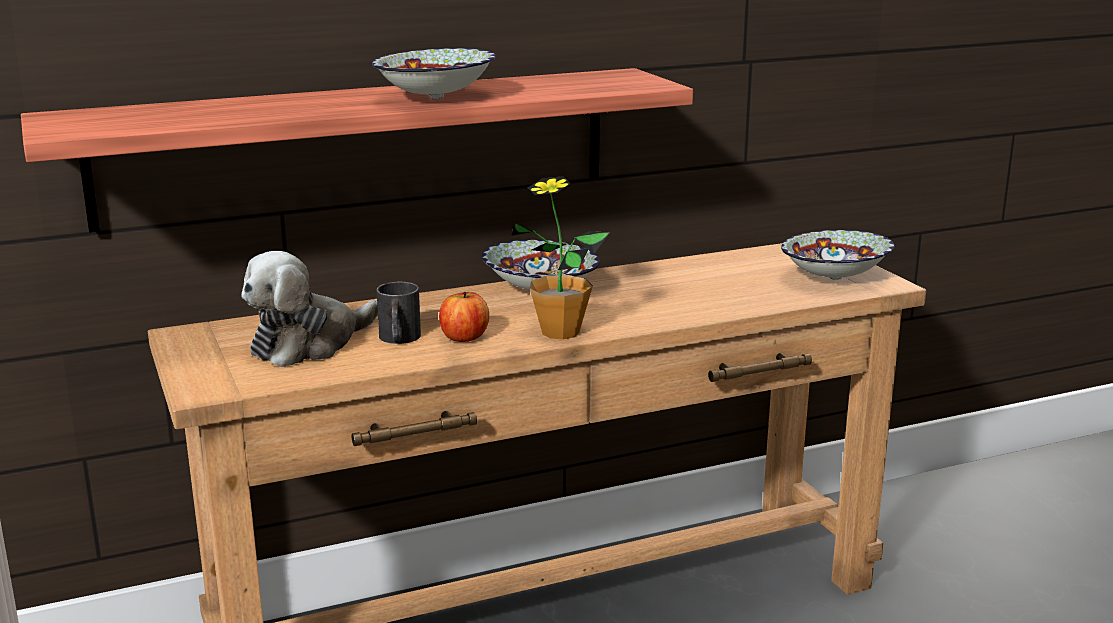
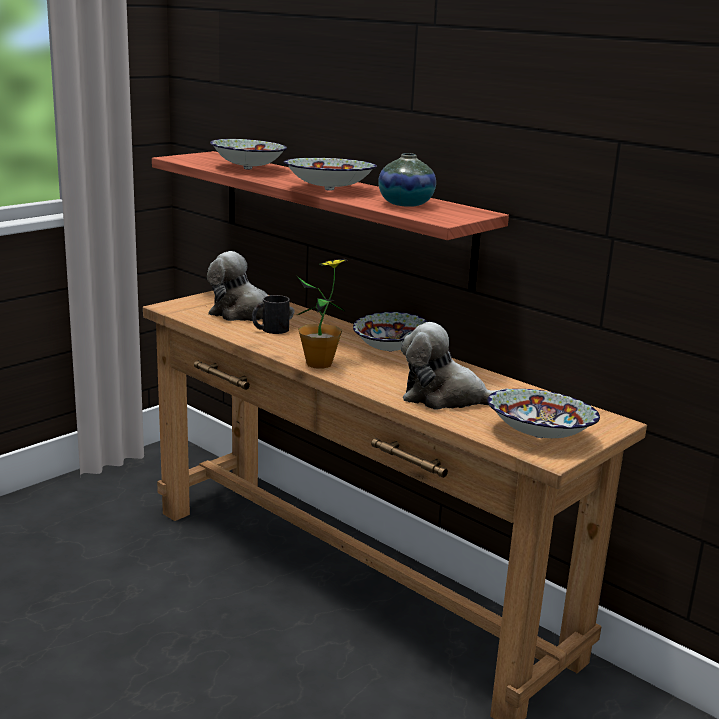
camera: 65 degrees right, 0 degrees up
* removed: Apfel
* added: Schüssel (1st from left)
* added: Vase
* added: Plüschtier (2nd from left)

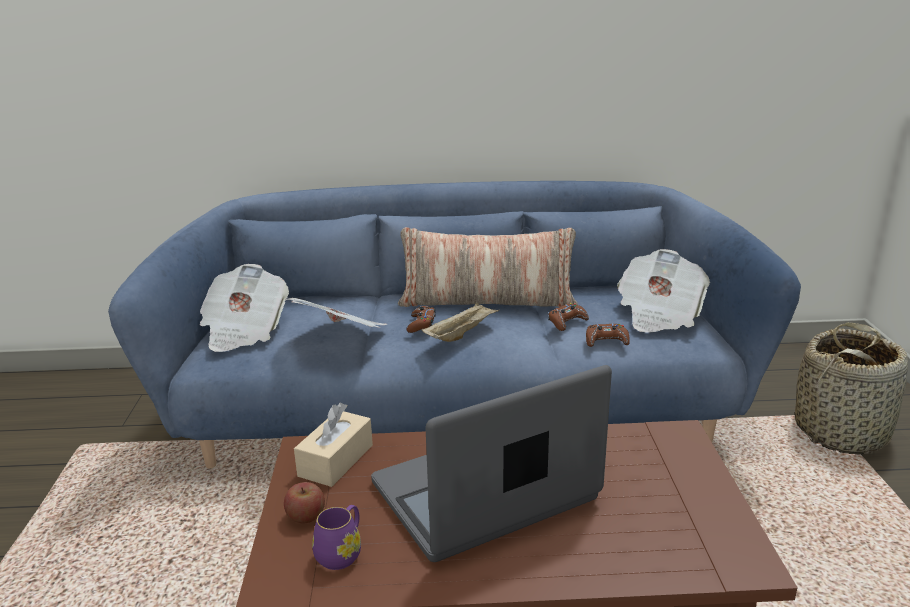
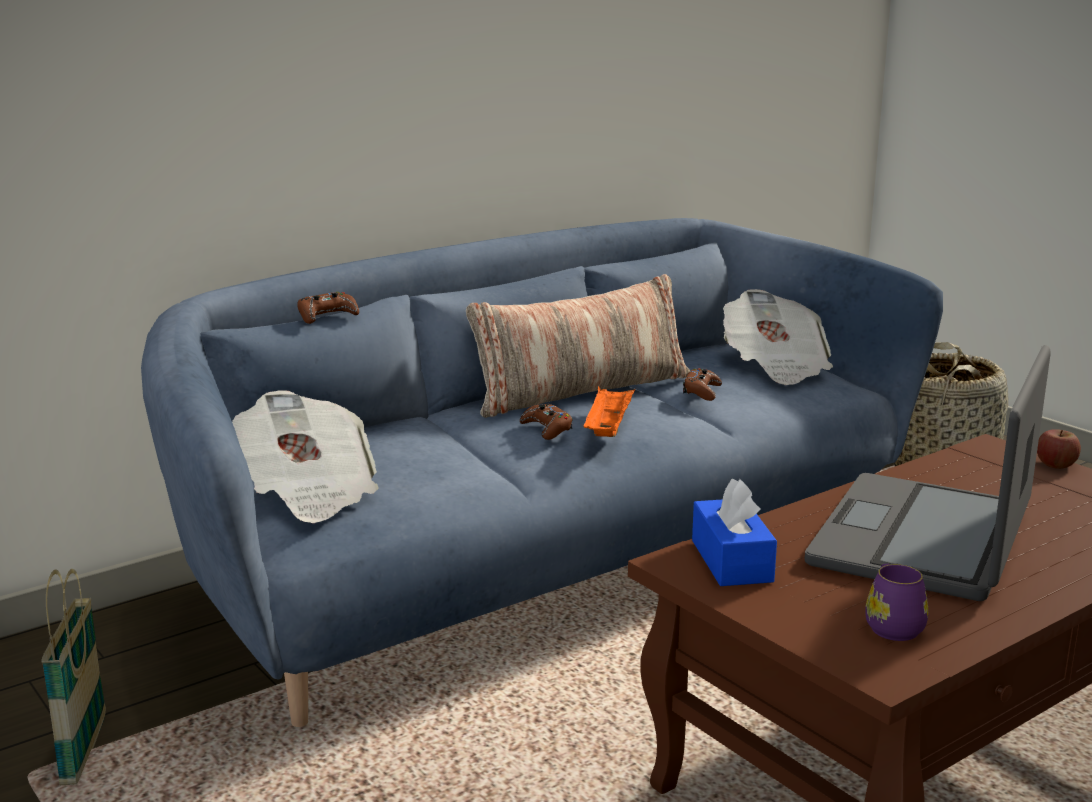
camera: 35 degrees left, 5 degrees down
* removed: Zeitung (2nd from left)
* recoloured: Tablett (beige) to Tablett (orange)
* moved: Gamepad (braun) (3rd from left in the first image) to Gamepad (braun) (1st from left)
* recoloured: Taschentuchbox (beige) to Taschentuchbox (blau)
* moved: Apfel
* added: Korb (1st from left)

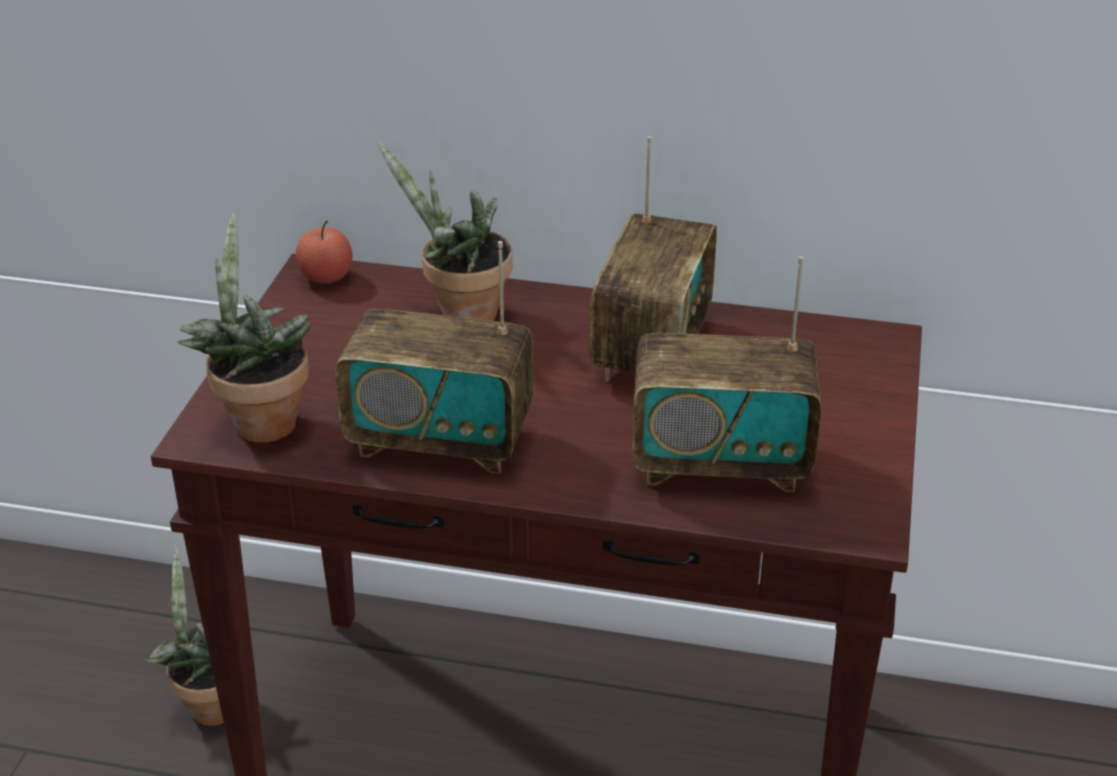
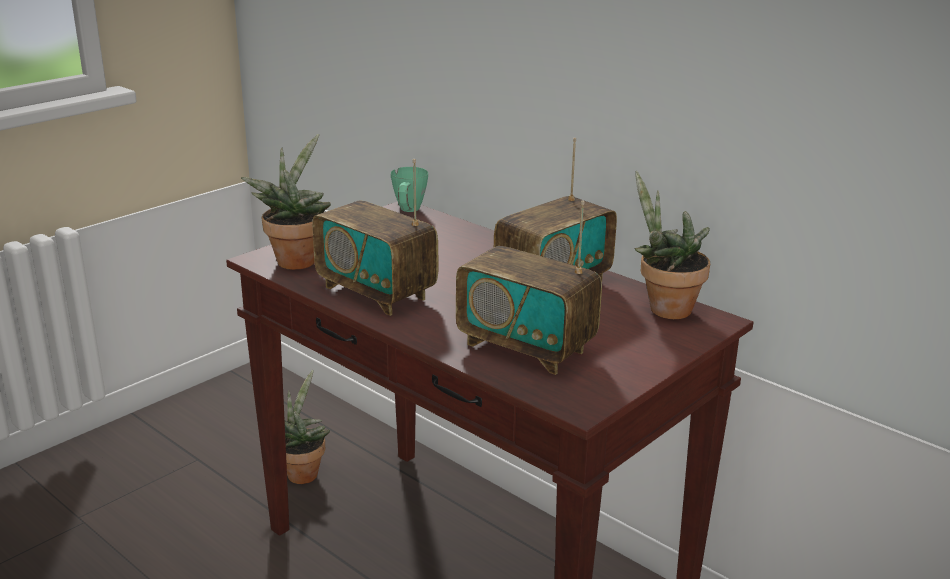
camera: 30 degrees right, 10 degrees down
* moved: Topfpflanze (3rd from left)
* replaced: Apfel to Henkelbecher (grün)

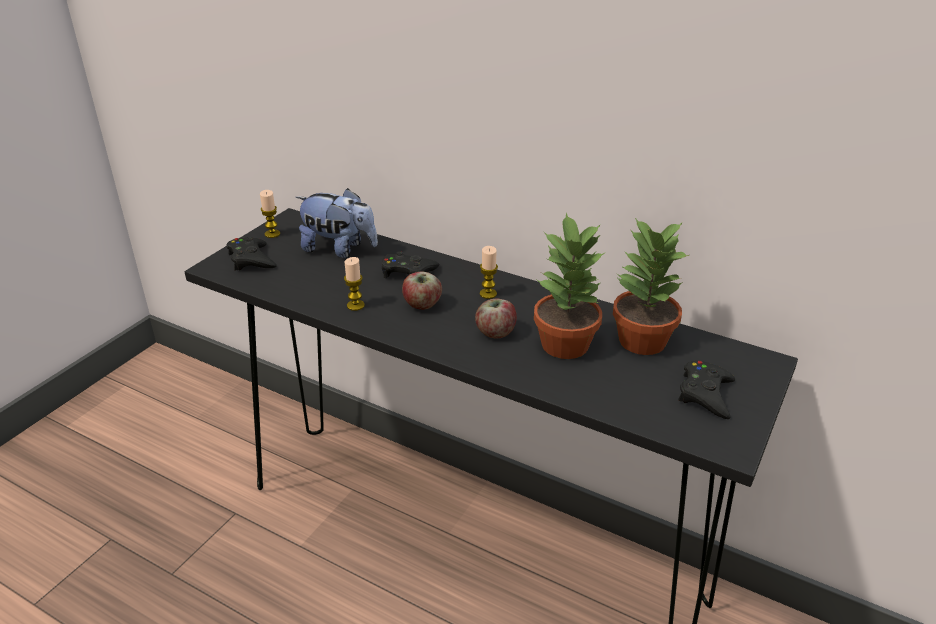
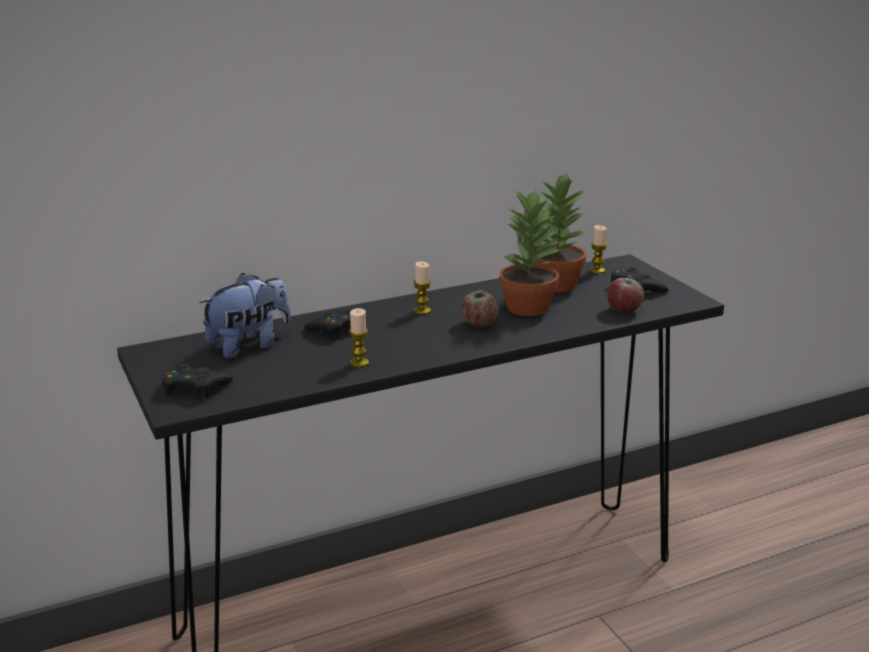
camera: 55 degrees left, 10 degrees down
* moved: Kerze (1st from left in the first image) to Kerze (3rd from left)
* moved: Apfel (1st from left in the first image) to Apfel (2nd from left)

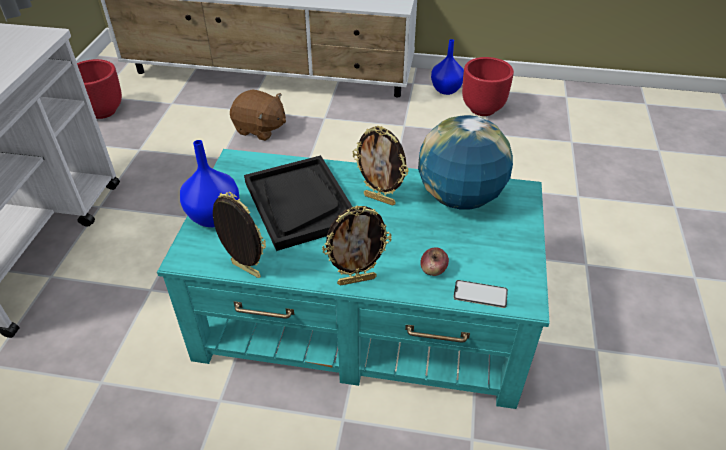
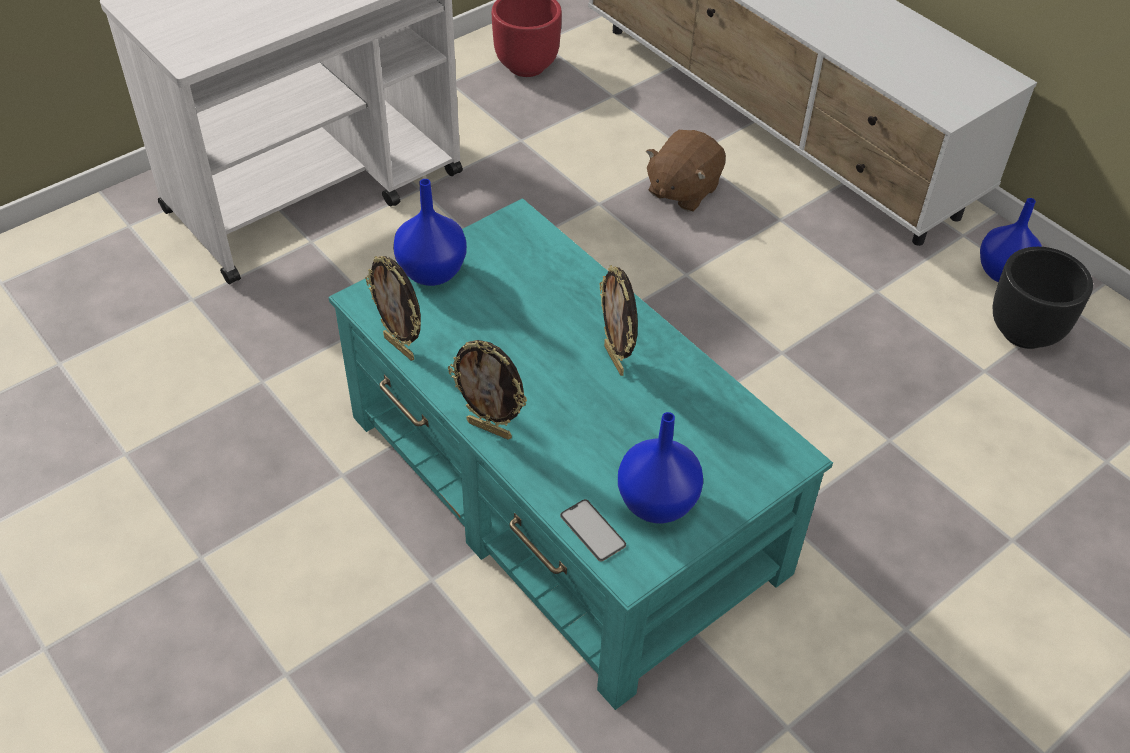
camera: 40 degrees right, 5 degrees up
* recoloured: Pflanzkübel (rot) (2nd from left) to Pflanzkübel (schwarz)
* turned: Plüschtier (braun) 60 degrees clockwise
* removed: Globus
* removed: Tablett (schwarz)
* turned: Bilderrahmen (1st from left) 150 degrees clockwise
* removed: Apfel
* added: Vase (blau) (2nd from left)

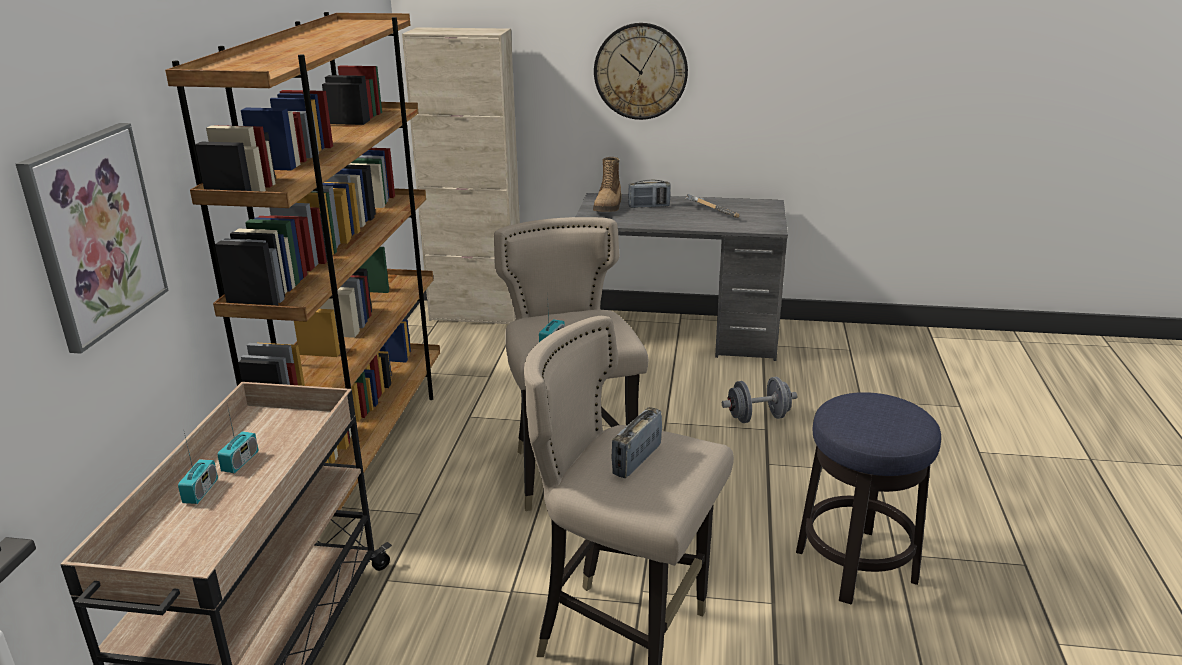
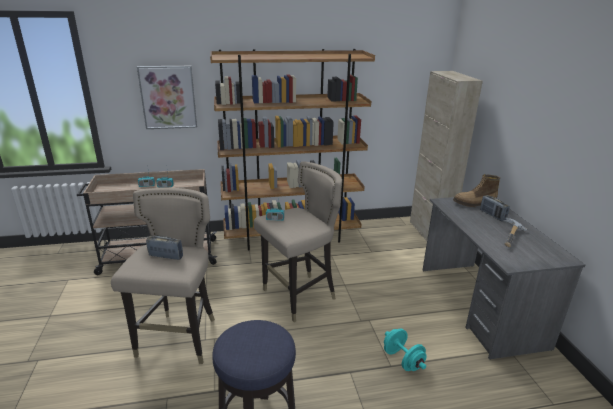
camera: 70 degrees right, 0 degrees up
* removed: Wanduhr
* recoloured: Hantel (grau) to Hantel (türkis)

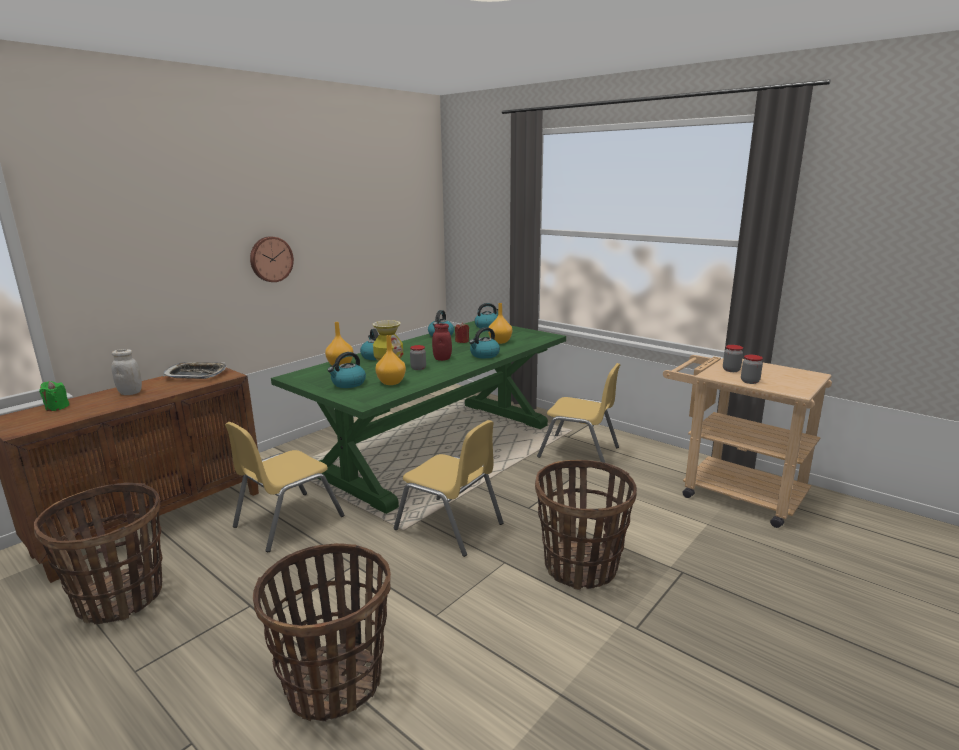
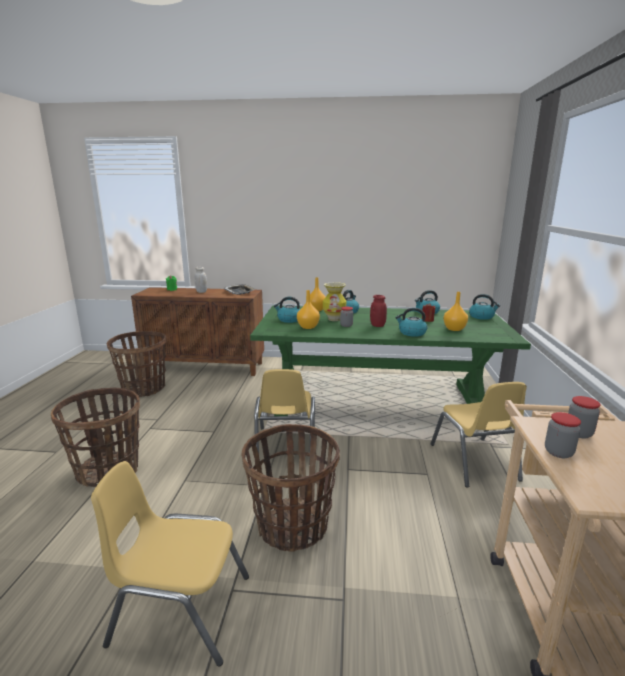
camera: 55 degrees right, 0 degrees up
* removed: Wanduhr
* moved: Stuhl (gelb) (1st from left)

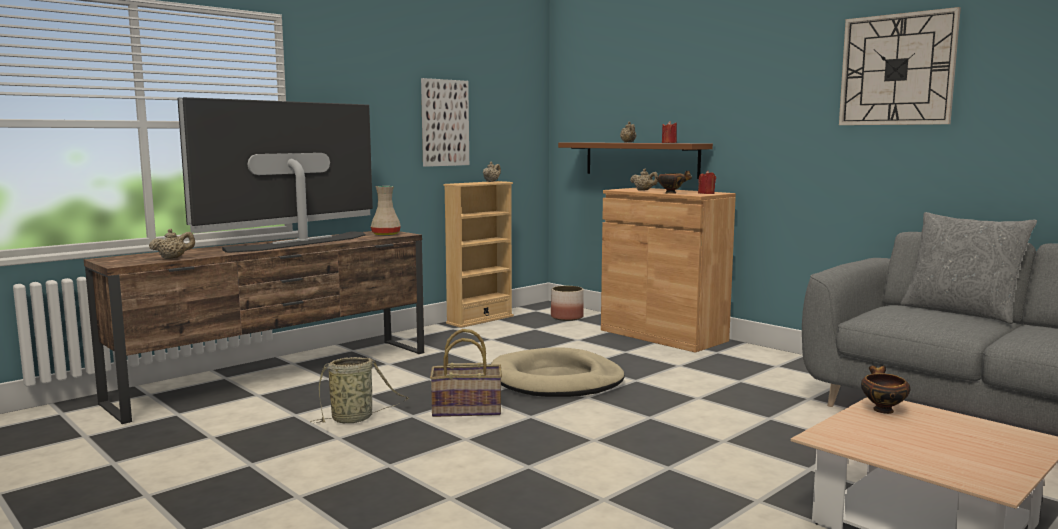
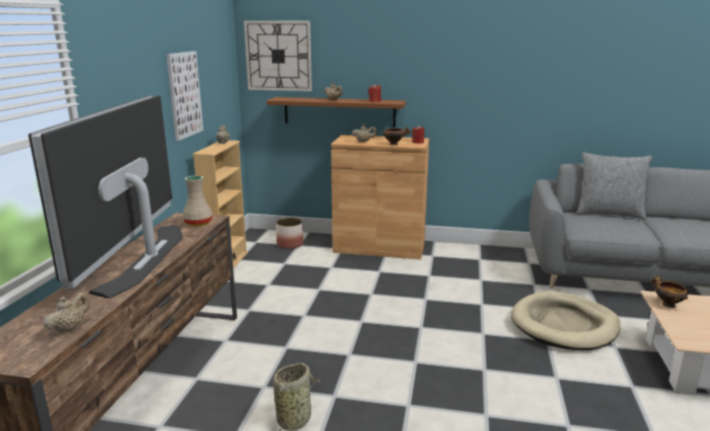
camera: 35 degrees left, 10 degrees up
* moved: Wanduhr
* removed: Korb (2nd from left)
* moved: Hundebett (beige)

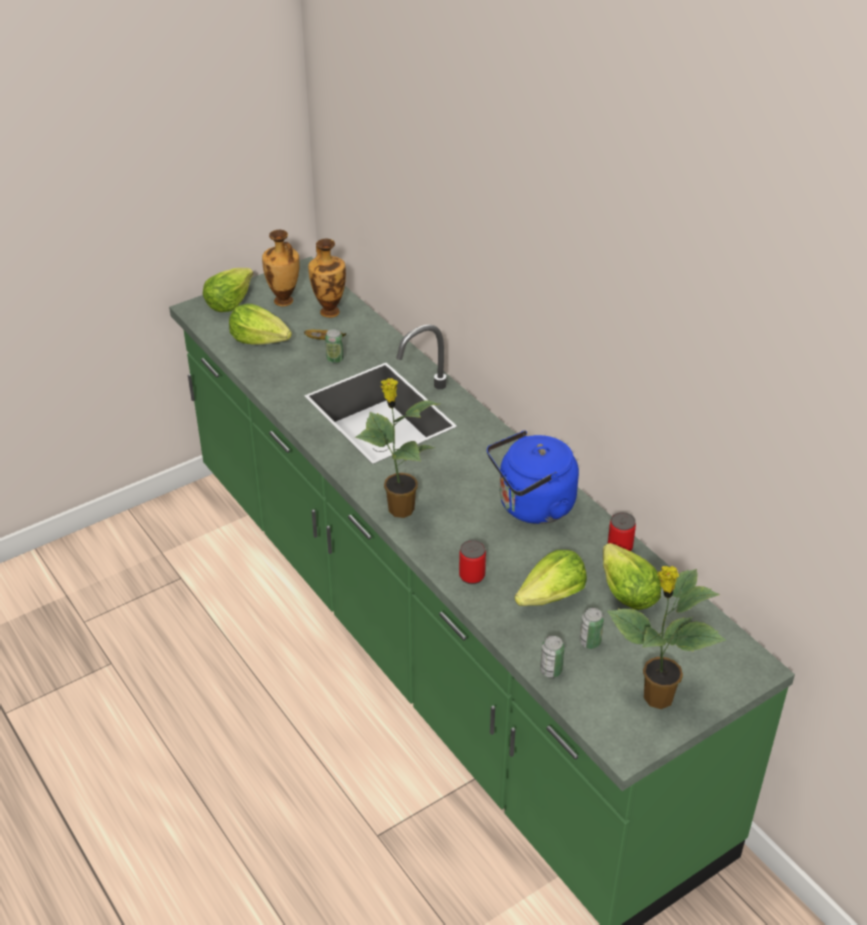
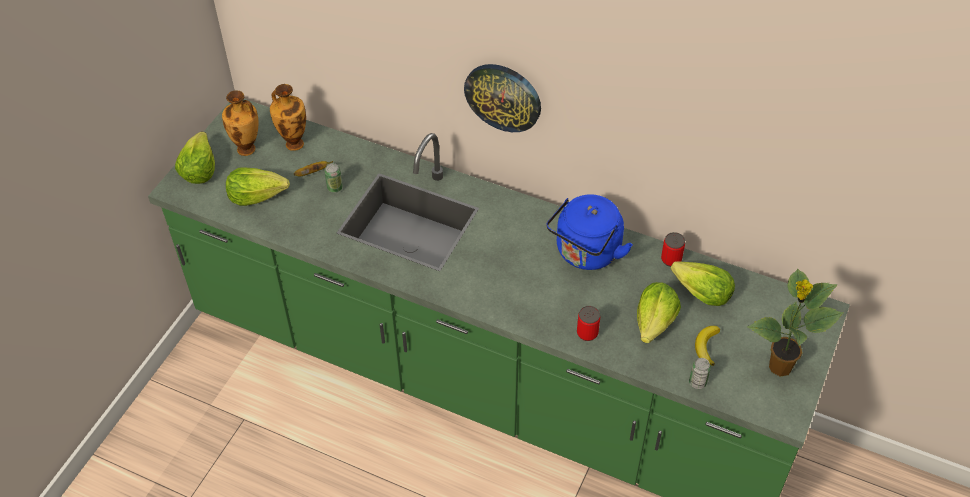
camera: 30 degrees left, 10 degrees up
* removed: Topfpflanze (1st from left)
* replaced: Dose (4th from left) to Banane (2nd from left)
* added: Wanduhr

